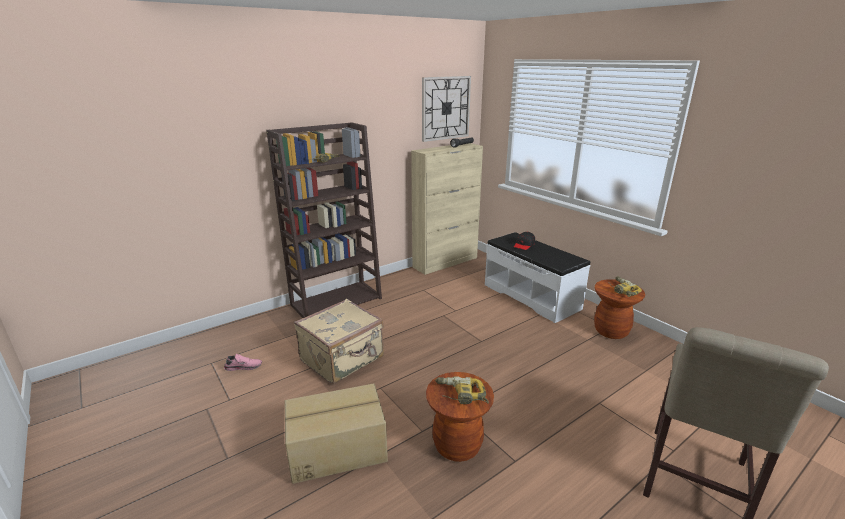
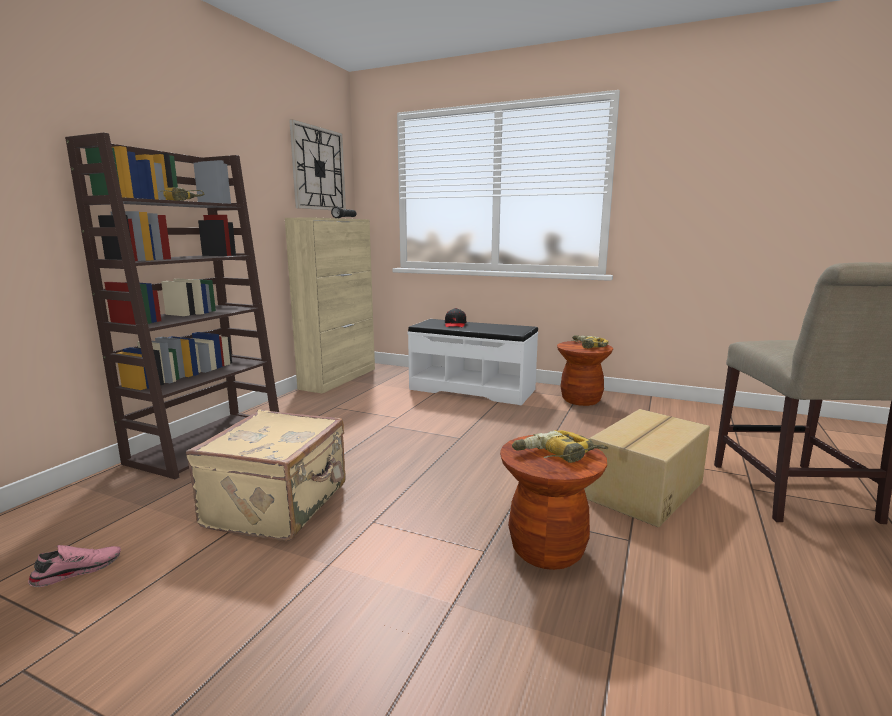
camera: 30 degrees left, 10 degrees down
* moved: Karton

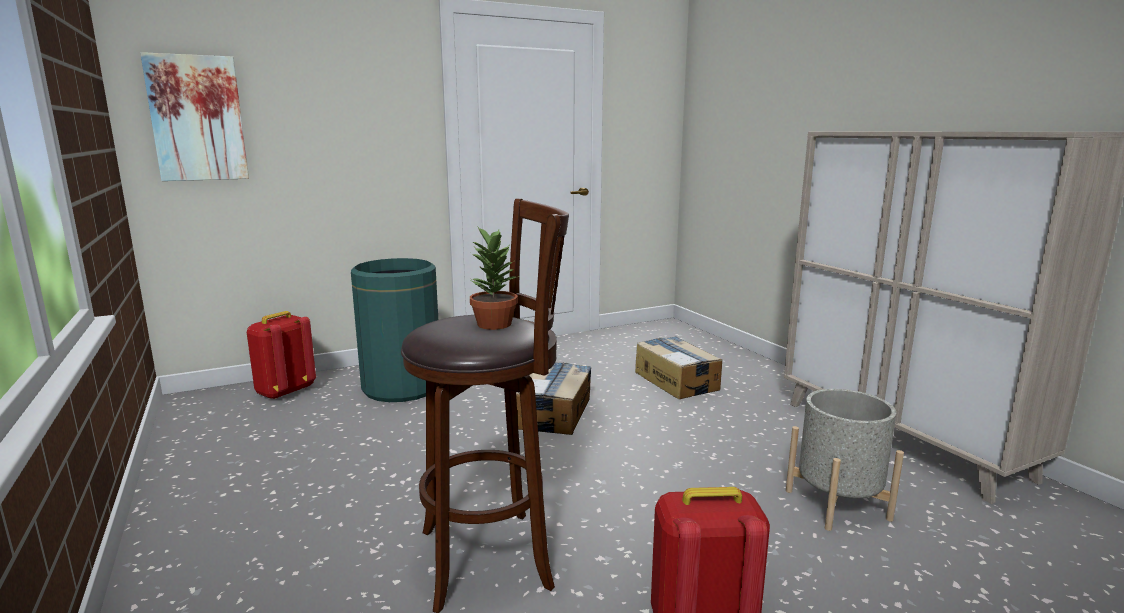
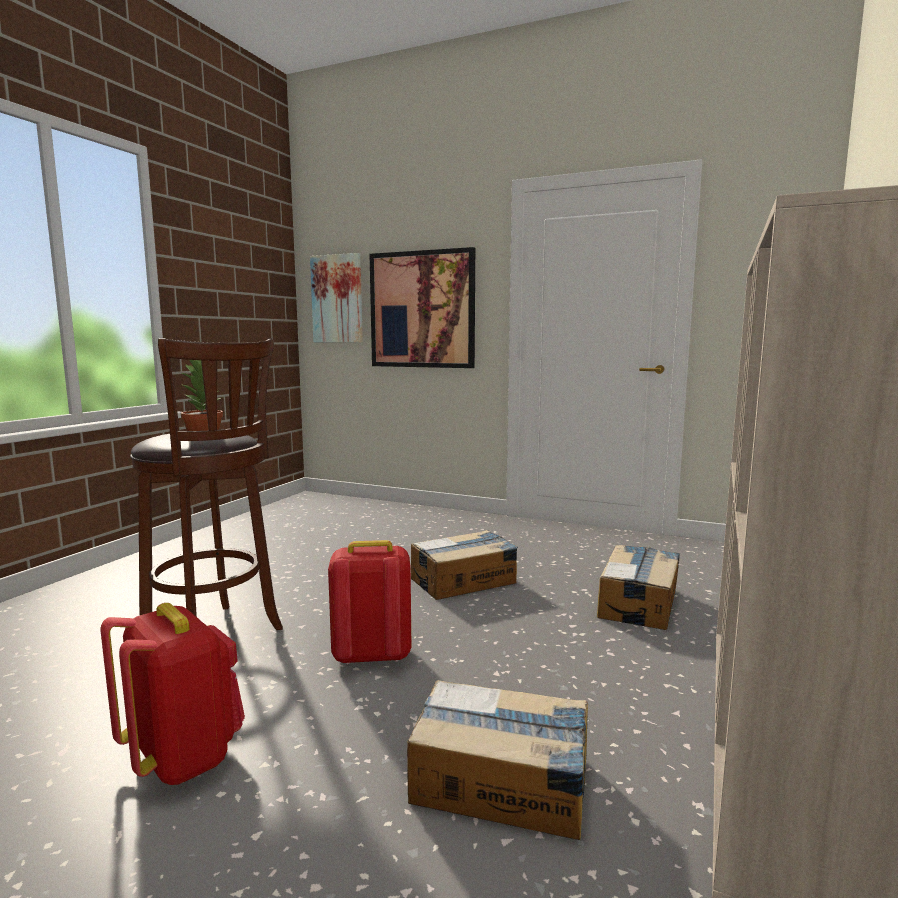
camera: 50 degrees right, 5 degrees down
* removed: Mülleimer (grün)
* moved: Rucksack (rot) (1st from left in the first image) to Rucksack (rot) (2nd from left)
* replaced: Pflanzkübel (grau) to Karton (2nd from left)
* added: Bild (2nd from left)

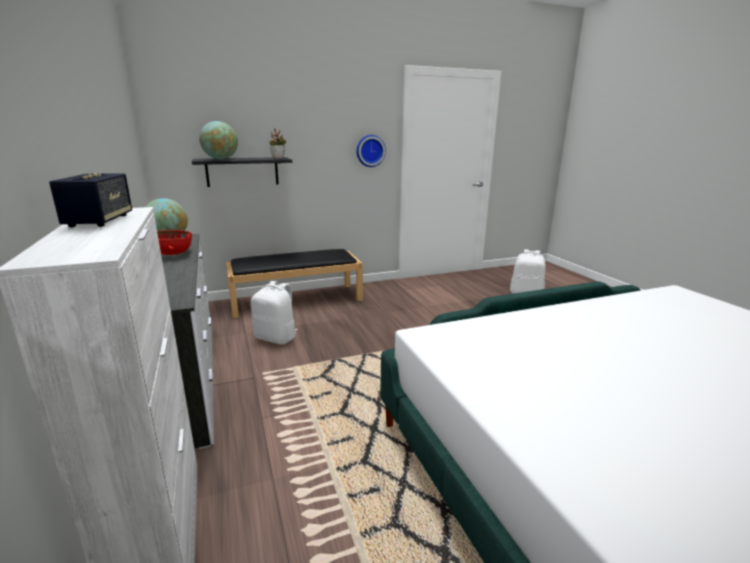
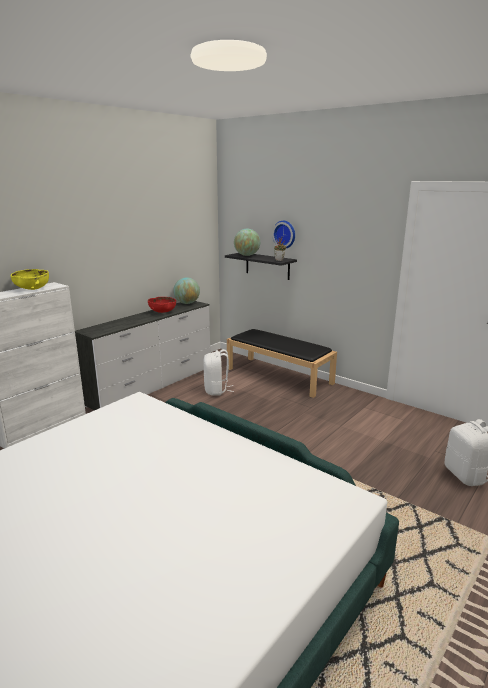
camera: 60 degrees right, 0 degrees up
* moved: Wanduhr
* replaced: Lautsprecher to Schüssel (gelb)

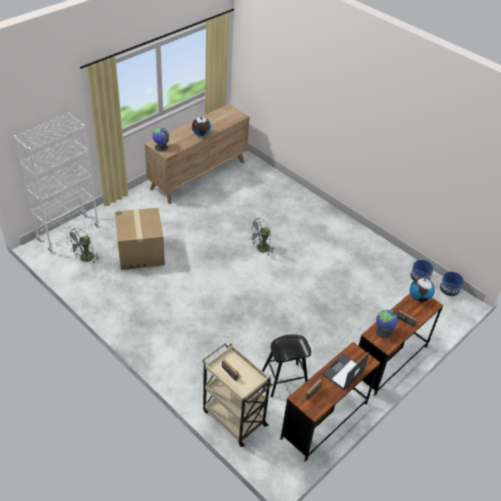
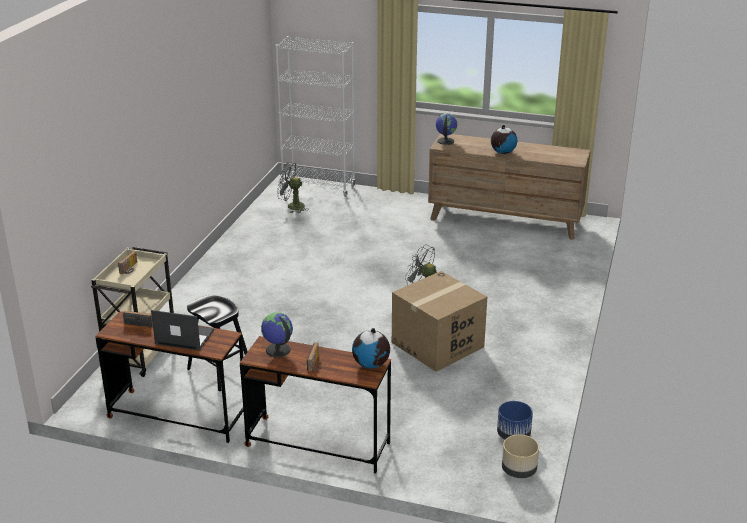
camera: 65 degrees right, 15 degrees down
* moved: Karton
* recoloured: Pflanzkübel (blau) (2nd from left) to Pflanzkübel (beige)

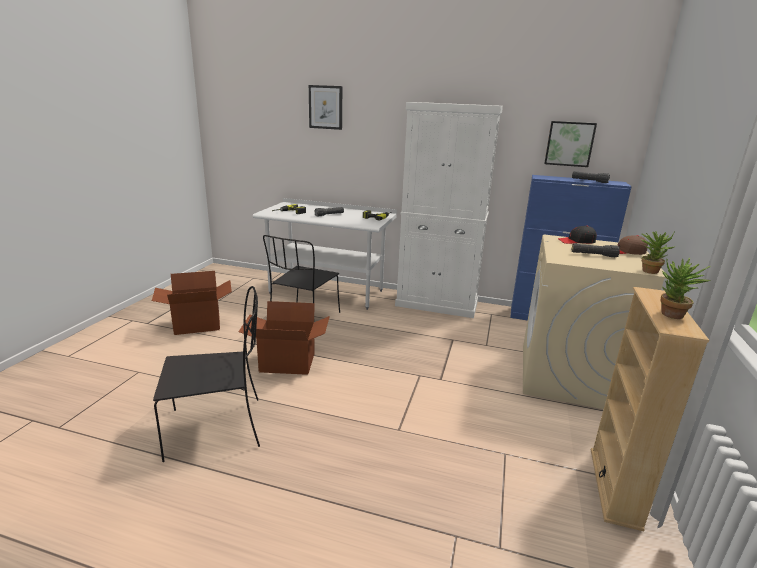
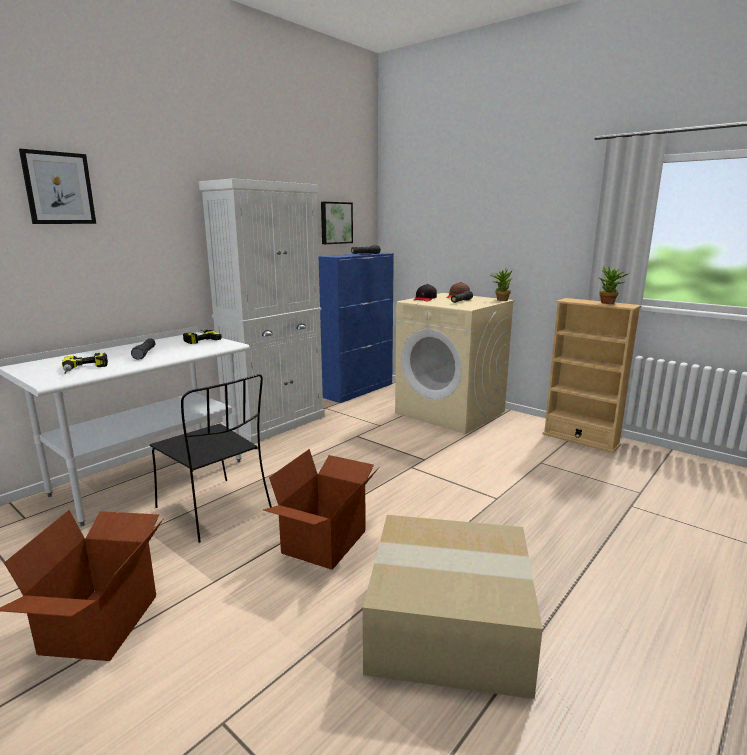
camera: 65 degrees left, 5 degrees down
* replaced: Stuhl (schwarz) (1st from left) to Karton (3rd from left)

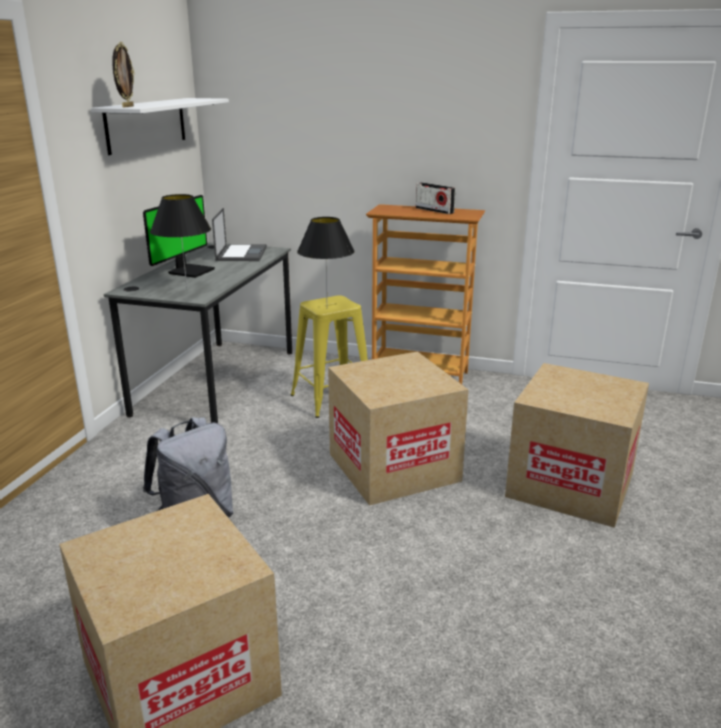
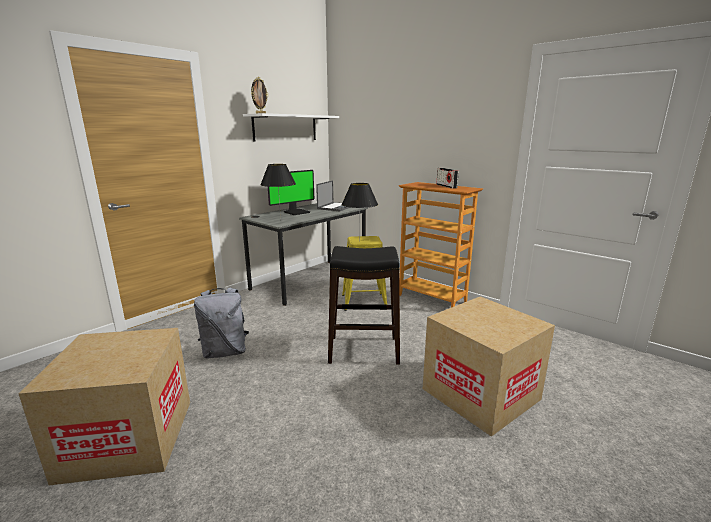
camera: 25 degrees right, 5 degrees down
* replaced: Karton (2nd from left) to Hocker (schwarz)

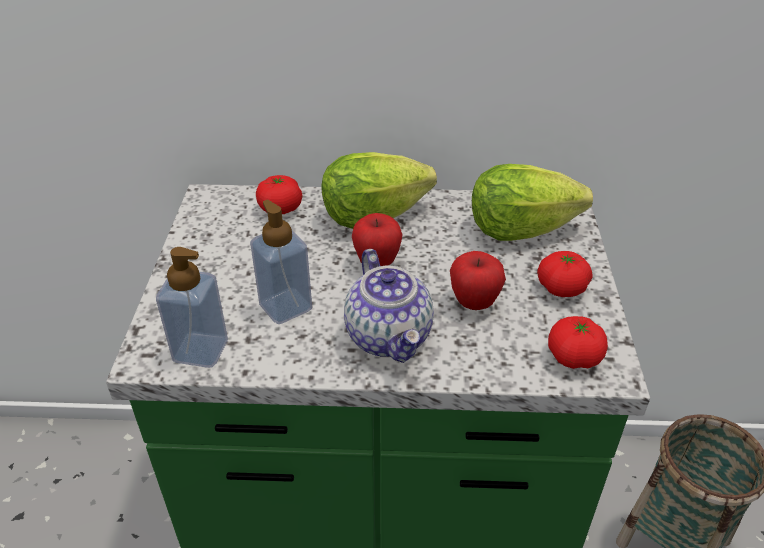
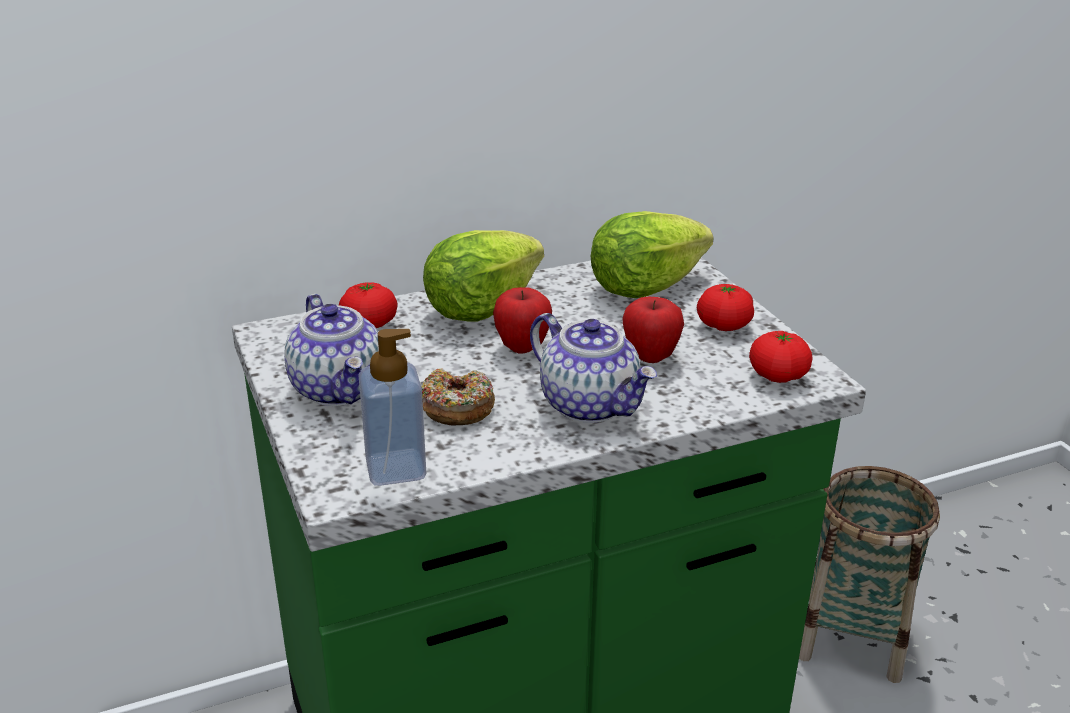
camera: 25 degrees left, 10 degrees down
* replaced: Seifenspender (2nd from left) to Donut
* added: Teekanne (1st from left)

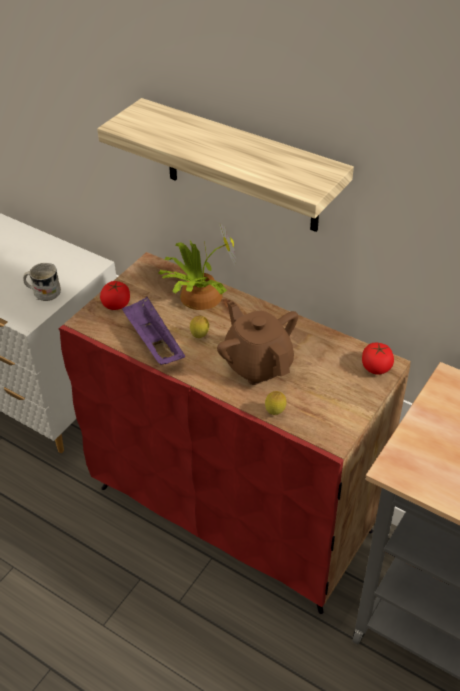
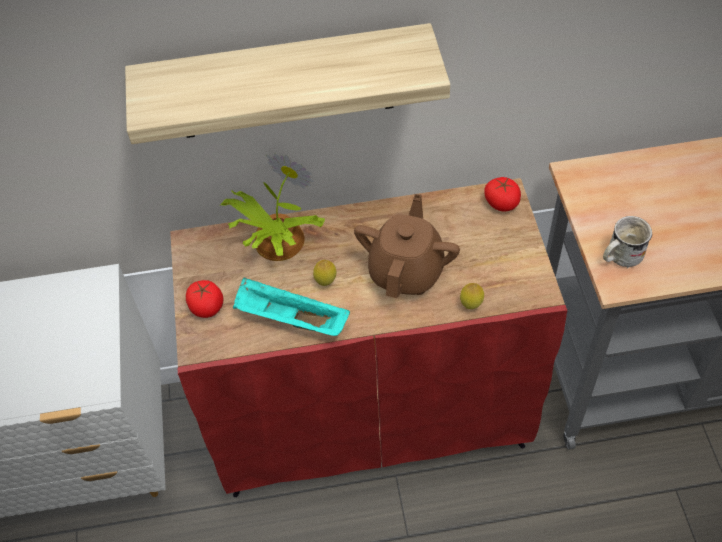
camera: 40 degrees left, 10 degrees up
* moved: Henkelbecher (weiß)
* recoloured: Tablett (lila) to Tablett (türkis)
* turned: Teekanne (braun) 90 degrees clockwise

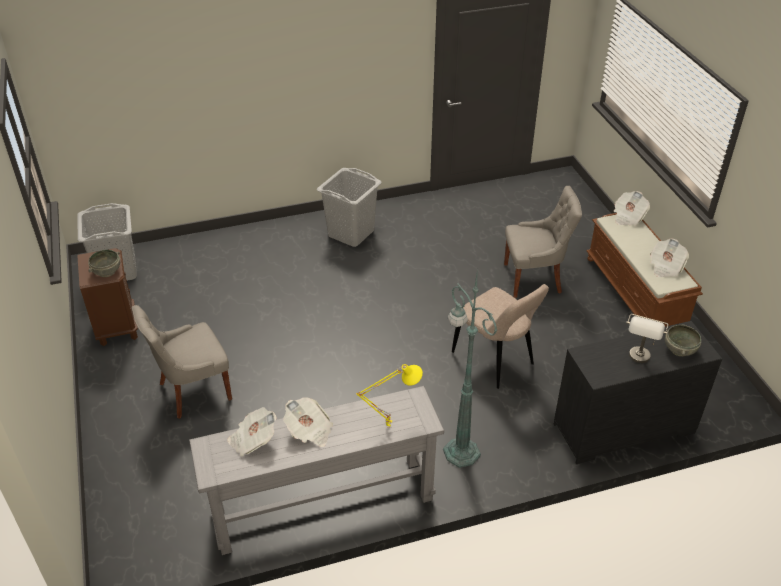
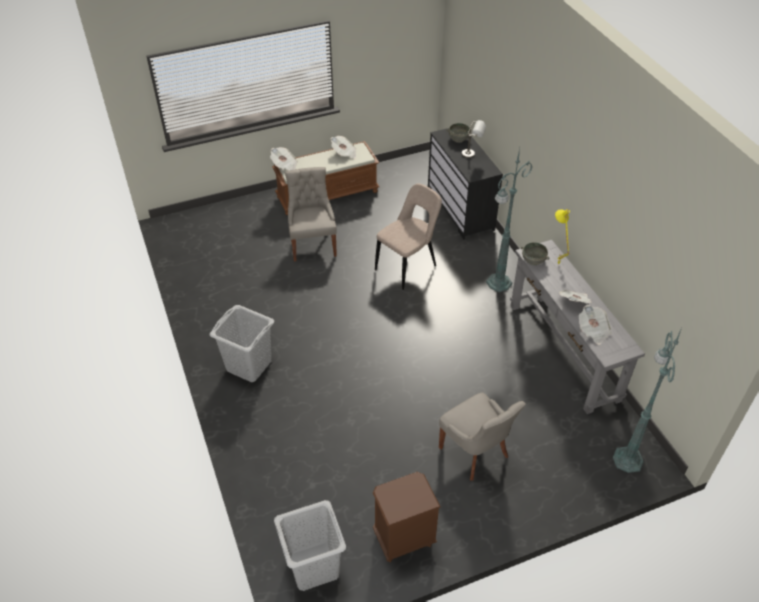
camera: 95 degrees left, 5 degrees up
* moved: Schüssel (grau) (1st from left in the first image) to Schüssel (grau) (2nd from left)
* added: Stehlampe (grün) (2nd from left)

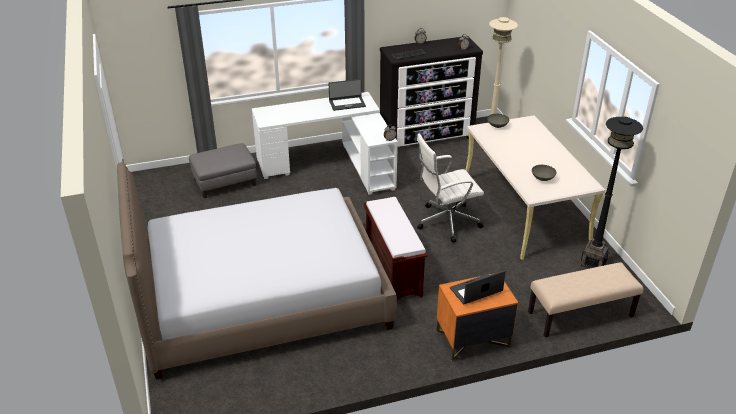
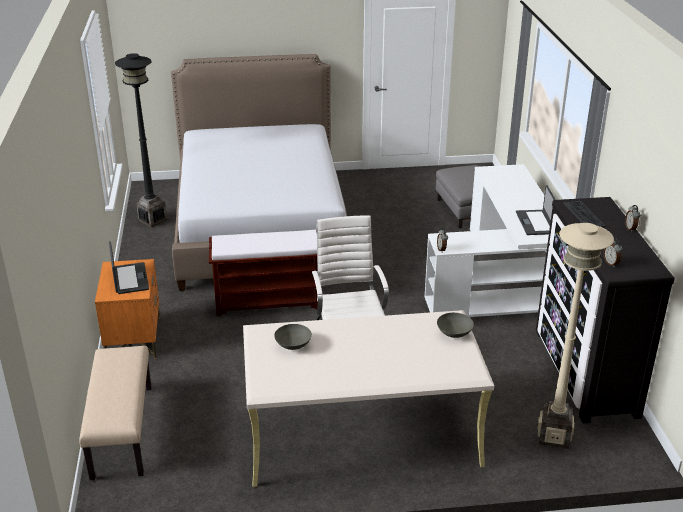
camera: 100 degrees right, 5 degrees down
* moved: Stehlampe (schwarz)

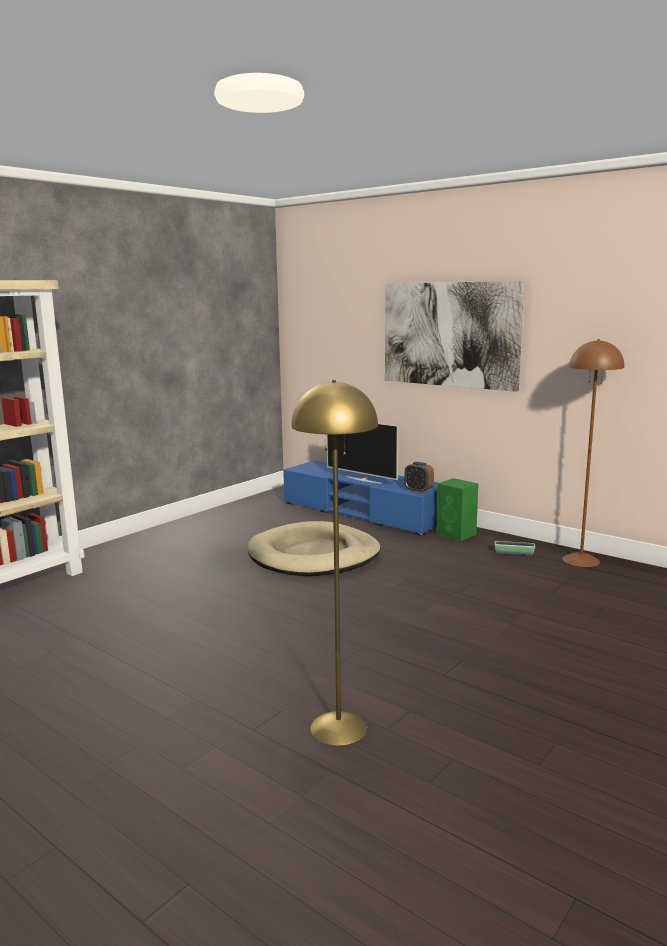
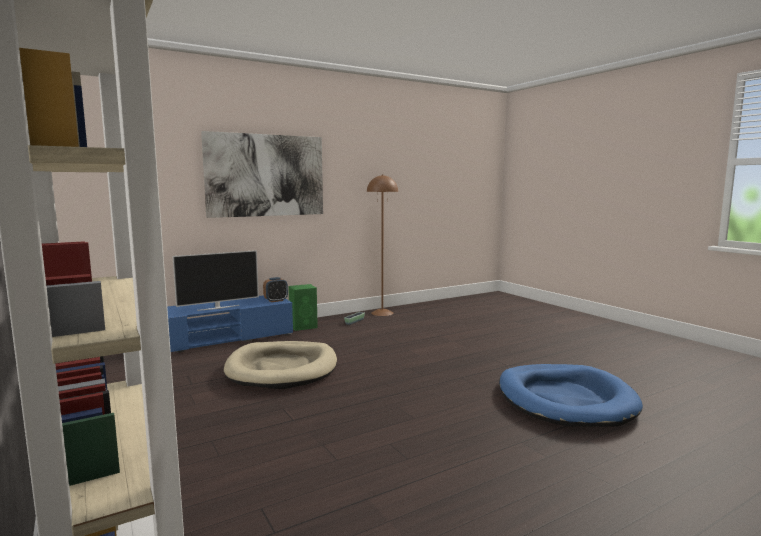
camera: 70 degrees left, 5 degrees down
* replaced: Stehlampe (gelb) to Hundebett (blau)

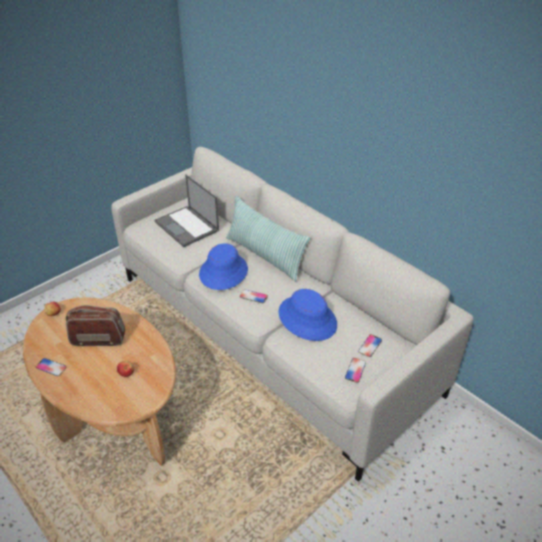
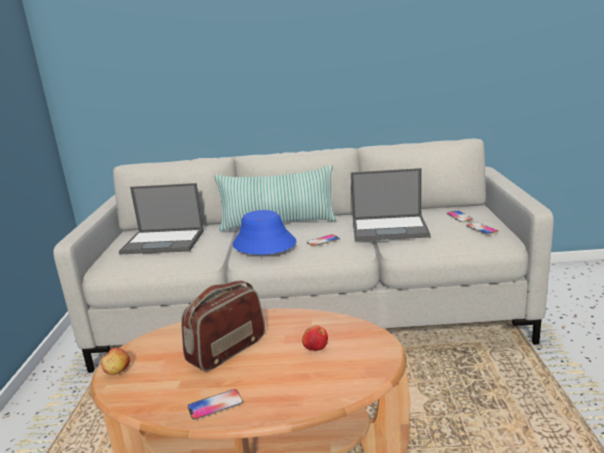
camera: 45 degrees left, 20 degrees down
* replaced: Hut (blau) (2nd from left) to Laptop (2nd from left)

